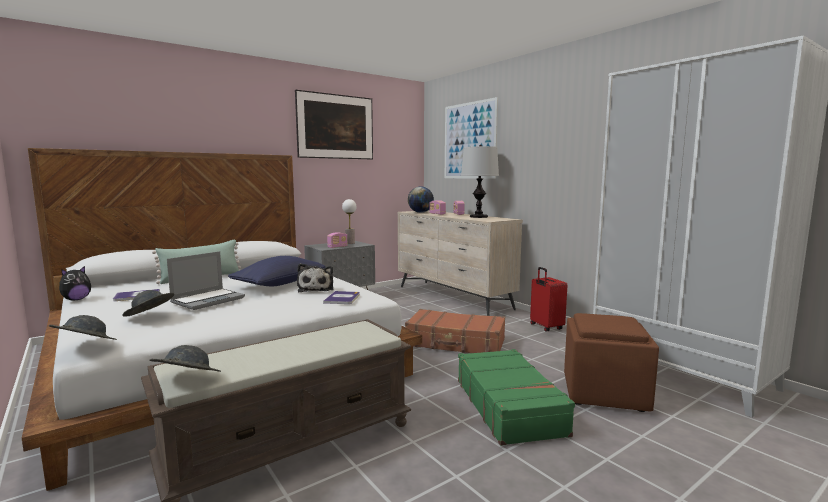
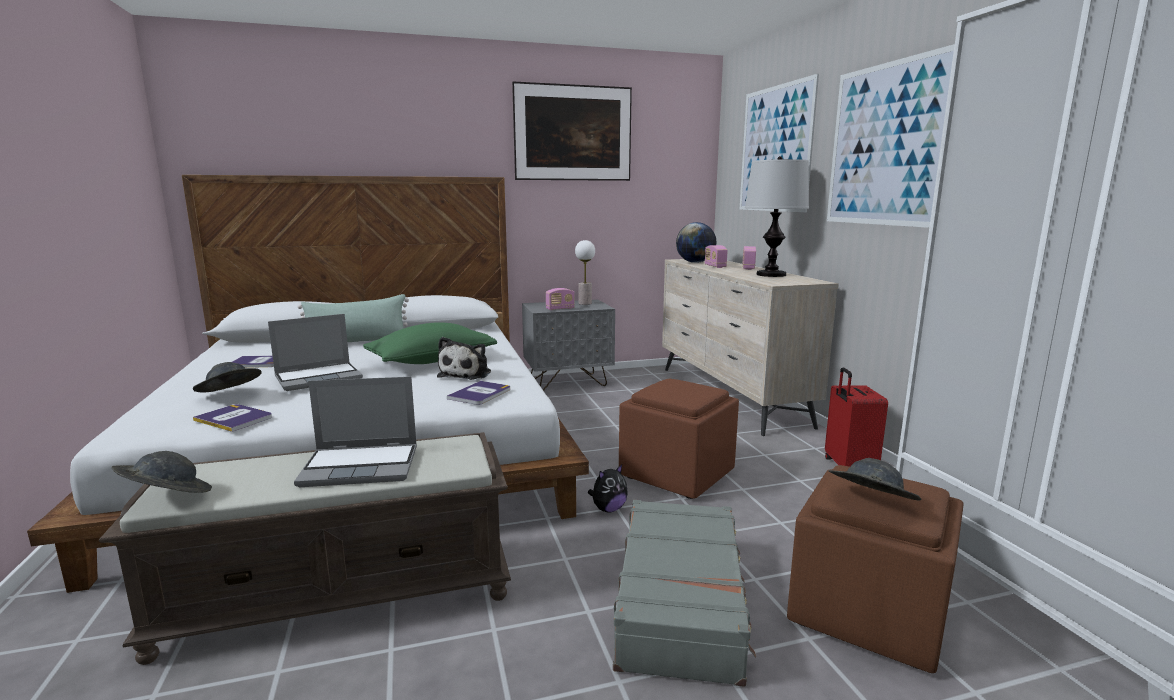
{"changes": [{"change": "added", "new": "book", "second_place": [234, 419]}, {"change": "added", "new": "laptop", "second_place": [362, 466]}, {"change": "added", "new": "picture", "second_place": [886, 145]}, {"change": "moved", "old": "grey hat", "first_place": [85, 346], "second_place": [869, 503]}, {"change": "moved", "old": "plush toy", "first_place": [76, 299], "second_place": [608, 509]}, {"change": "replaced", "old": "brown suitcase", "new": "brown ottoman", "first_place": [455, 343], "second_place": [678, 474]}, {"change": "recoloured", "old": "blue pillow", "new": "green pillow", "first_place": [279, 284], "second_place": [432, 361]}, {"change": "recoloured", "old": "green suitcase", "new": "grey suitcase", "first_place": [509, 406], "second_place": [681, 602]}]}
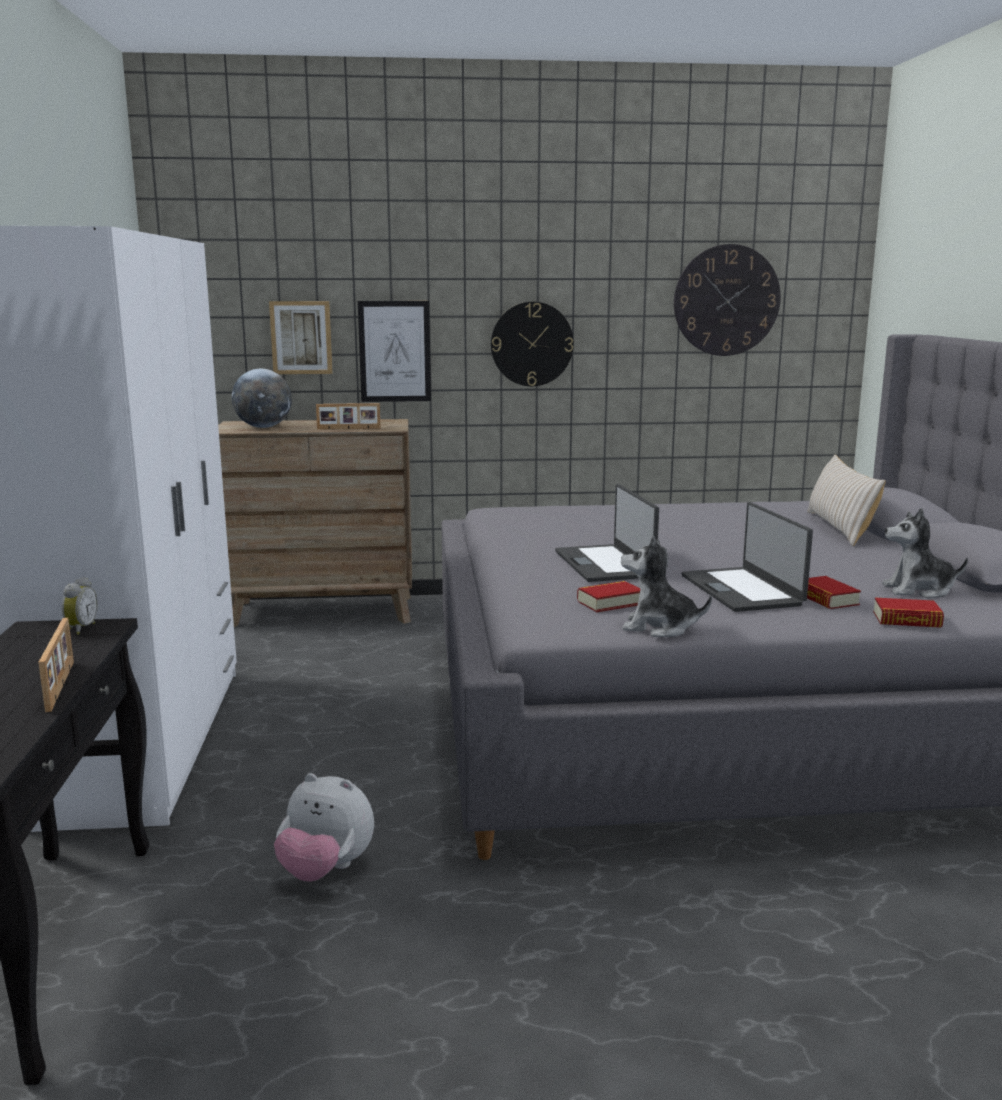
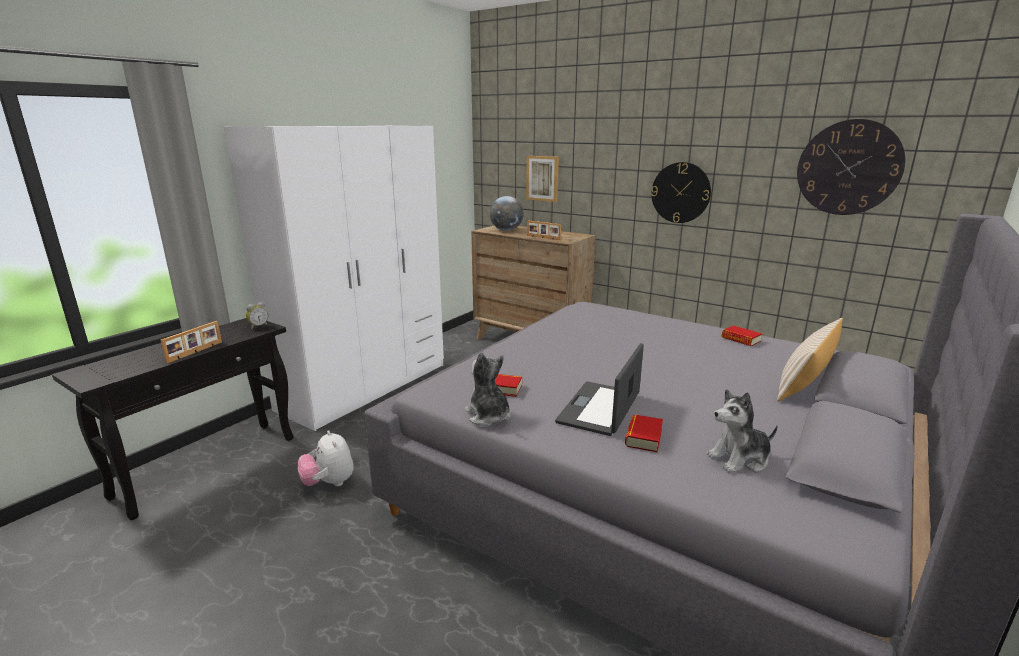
{"changes": [{"change": "removed", "old": "picture", "first_place": [394, 351]}, {"change": "removed", "old": "laptop", "first_place": [605, 564]}, {"change": "moved", "old": "book", "first_place": [906, 620], "second_place": [741, 339]}, {"change": "turned", "old": "plush toy", "first_place": [918, 590], "second_place": [740, 459], "degrees": -60}]}
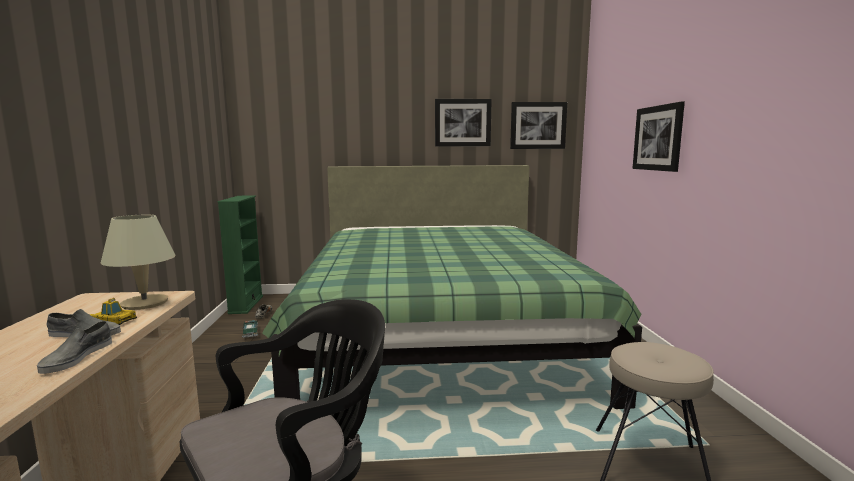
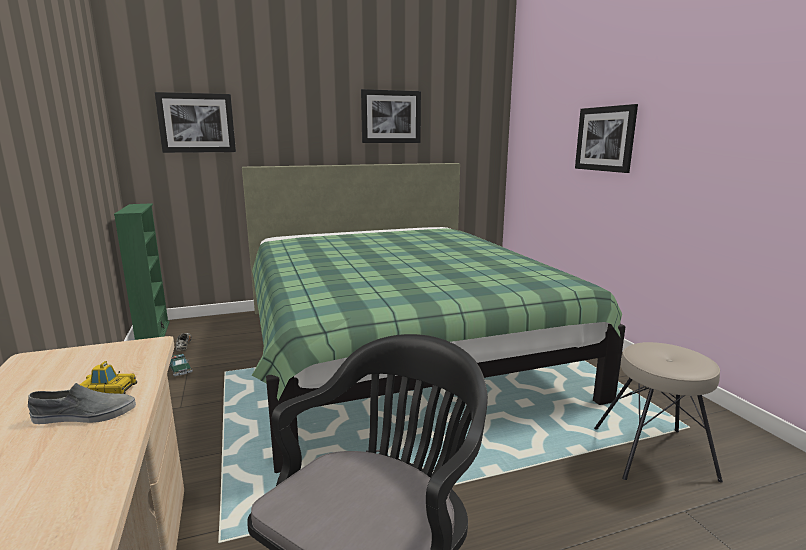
{"changes": [{"change": "removed", "old": "grey shoe", "first_place": [77, 357]}, {"change": "removed", "old": "beige table lamp", "first_place": [144, 303]}, {"change": "moved", "old": "picture", "first_place": [538, 125], "second_place": [196, 123]}]}
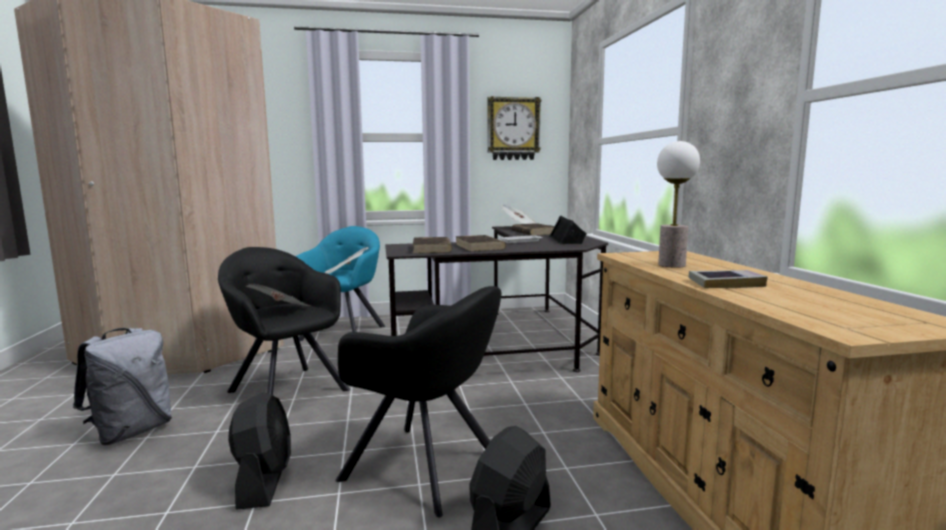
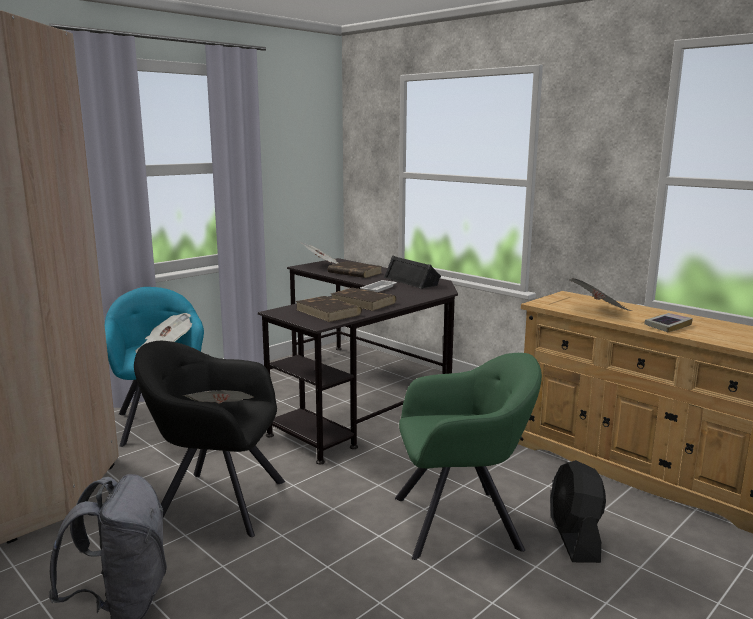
{"changes": [{"change": "removed", "old": "black fan", "first_place": [264, 481]}, {"change": "removed", "old": "wall clock", "first_place": [513, 129]}, {"change": "replaced", "old": "table lamp", "new": "newspaper", "first_place": [672, 265], "second_place": [599, 311]}, {"change": "recoloured", "old": "black armchair", "new": "green armchair", "first_place": [426, 467], "second_place": [462, 522]}]}
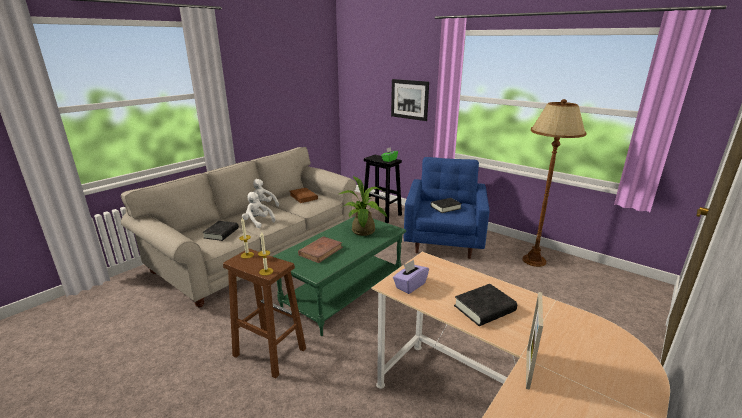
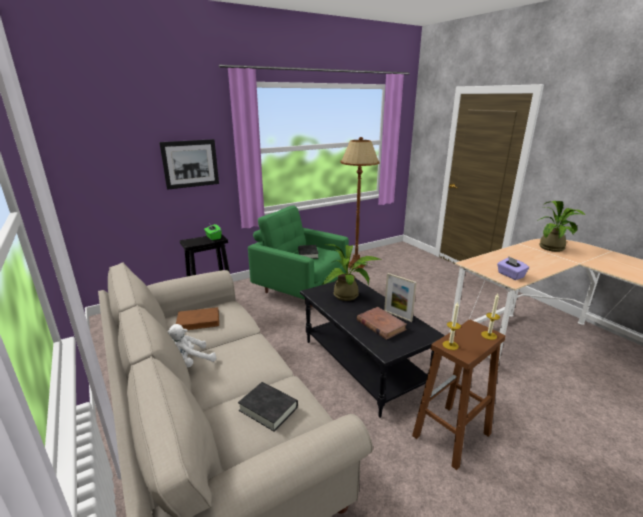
{"changes": [{"change": "removed", "old": "white plush toy", "first_place": [257, 222]}, {"change": "removed", "old": "black book", "first_place": [484, 309]}, {"change": "added", "new": "potted plant", "second_place": [553, 247]}, {"change": "moved", "old": "picture frame", "first_place": [528, 369], "second_place": [397, 316]}, {"change": "recoloured", "old": "green coffee table", "new": "black coffee table", "first_place": [343, 293], "second_place": [361, 365]}, {"change": "recoloured", "old": "blue armchair", "new": "green armchair", "first_place": [444, 241], "second_place": [300, 288]}]}
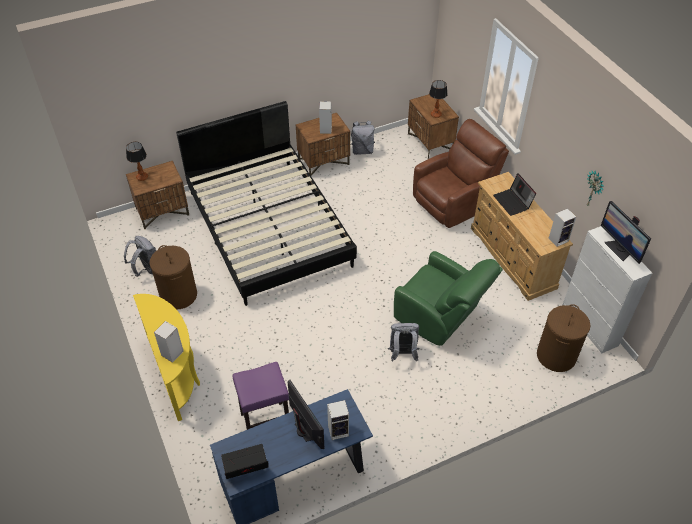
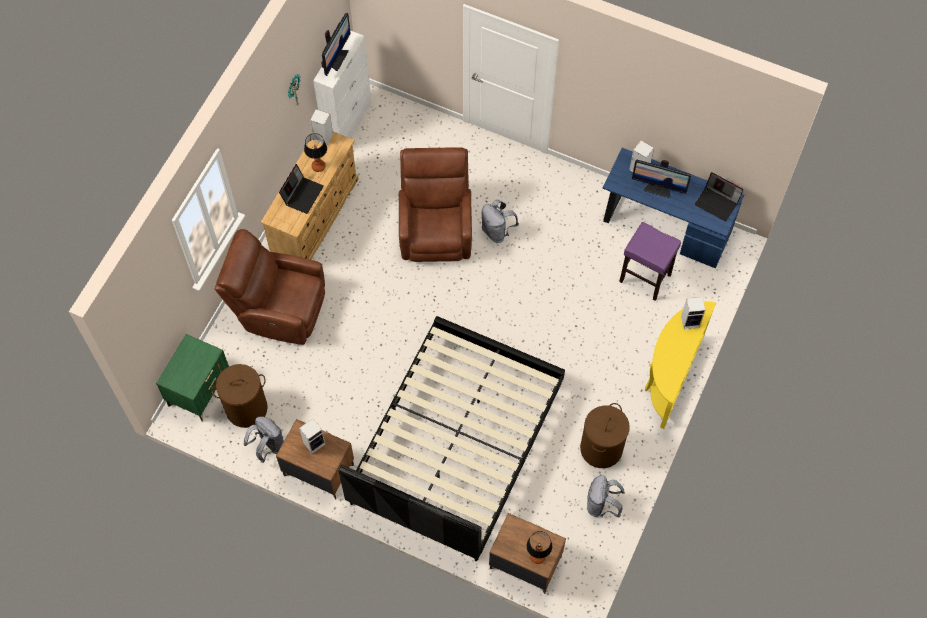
{"changes": [{"change": "moved", "old": "table lamp", "first_place": [435, 115], "second_place": [319, 166]}, {"change": "moved", "old": "brown laundry basket", "first_place": [556, 356], "second_place": [246, 408]}, {"change": "recoloured", "old": "green armchair", "new": "brown armchair", "first_place": [440, 318], "second_place": [436, 229]}, {"change": "recoloured", "old": "brown nightstand", "new": "green nightstand", "first_place": [430, 142], "second_place": [199, 389]}, {"change": "turned", "old": "monitor", "first_place": [305, 430], "second_place": [658, 188], "degrees": -90}]}
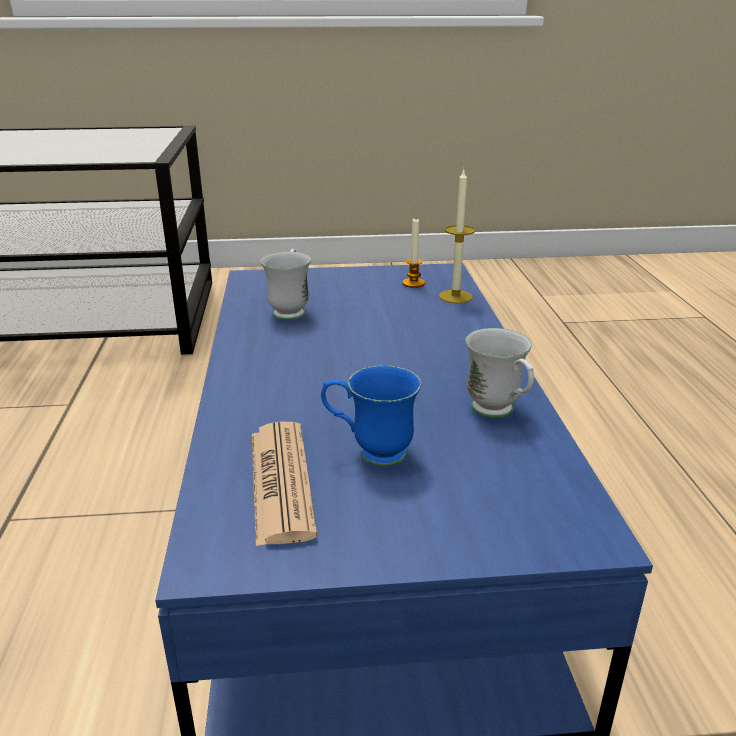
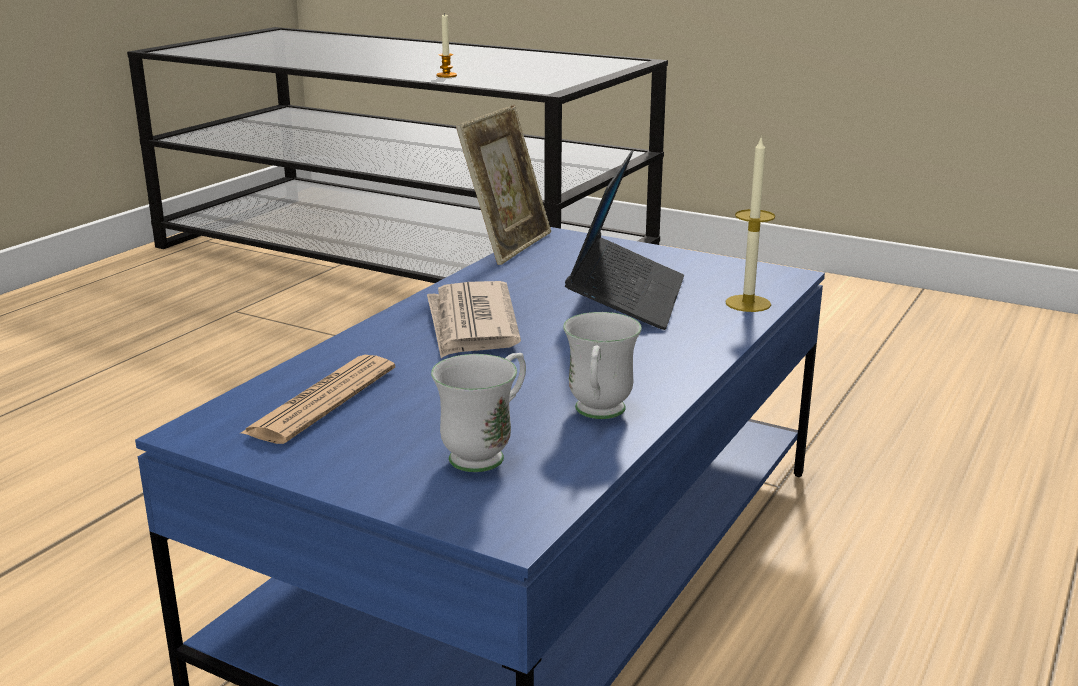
{"changes": [{"change": "removed", "old": "blue mug", "first_place": [370, 452]}, {"change": "added", "new": "newspaper", "second_place": [471, 325]}, {"change": "added", "new": "picture frame", "second_place": [507, 245]}, {"change": "added", "new": "laptop", "second_place": [626, 298]}, {"change": "moved", "old": "white mug", "first_place": [290, 310], "second_place": [487, 453]}, {"change": "moved", "old": "candle", "first_place": [413, 283], "second_place": [446, 75]}]}
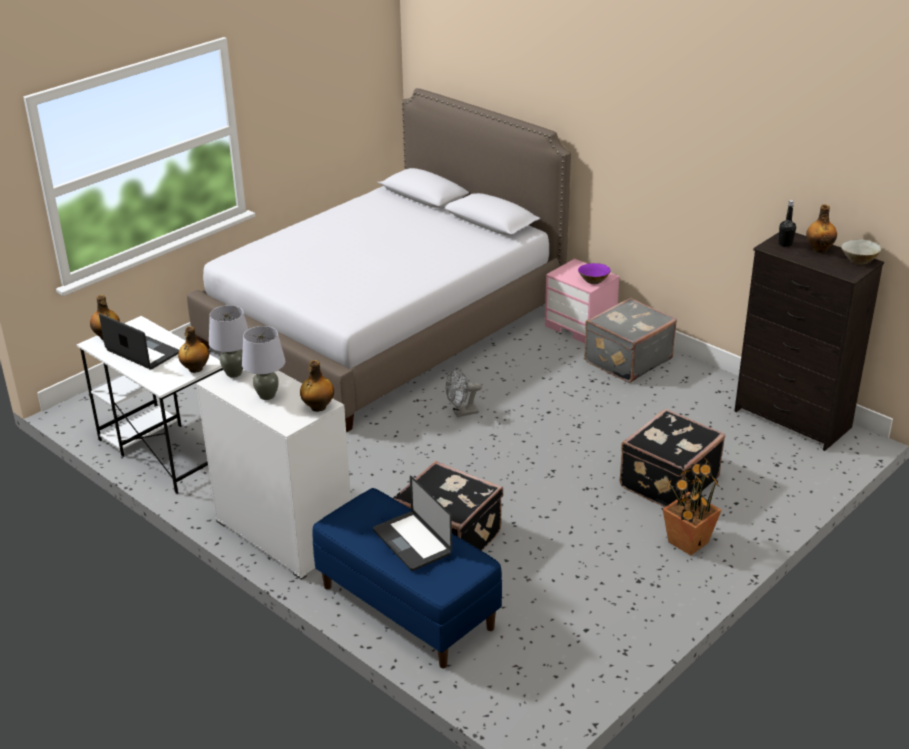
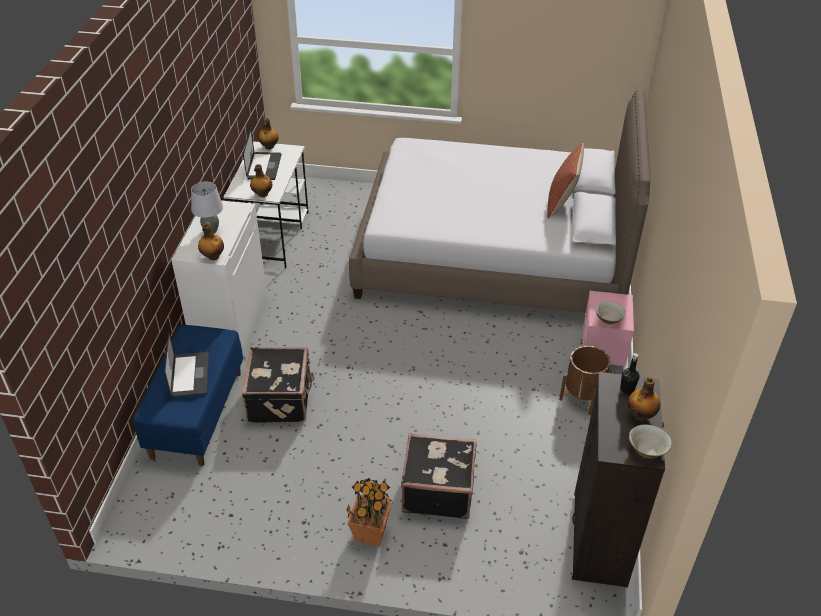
{"changes": [{"change": "removed", "old": "grey table lamp", "first_place": [234, 373]}, {"change": "removed", "old": "grey fan", "first_place": [461, 413]}, {"change": "added", "new": "pillow", "second_place": [561, 203]}, {"change": "replaced", "old": "grey suitcase", "new": "brown planter", "first_place": [626, 360], "second_place": [582, 396]}, {"change": "recoloured", "old": "purple bowl", "new": "beige bowl", "first_place": [593, 280], "second_place": [608, 319]}, {"change": "turned", "old": "laptop", "first_place": [412, 542], "second_place": [190, 375], "degrees": 150}]}
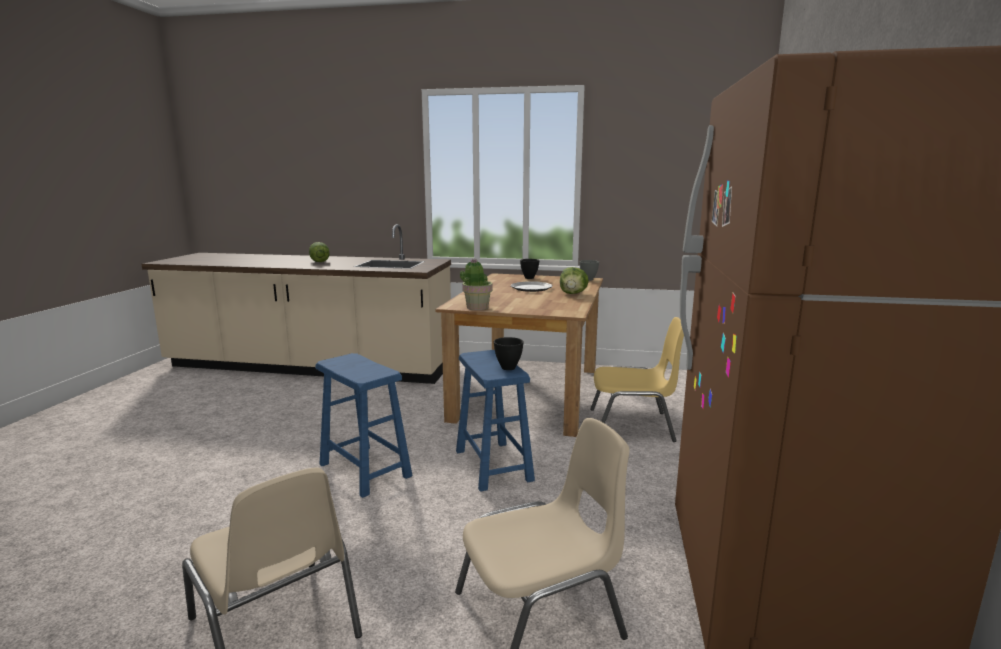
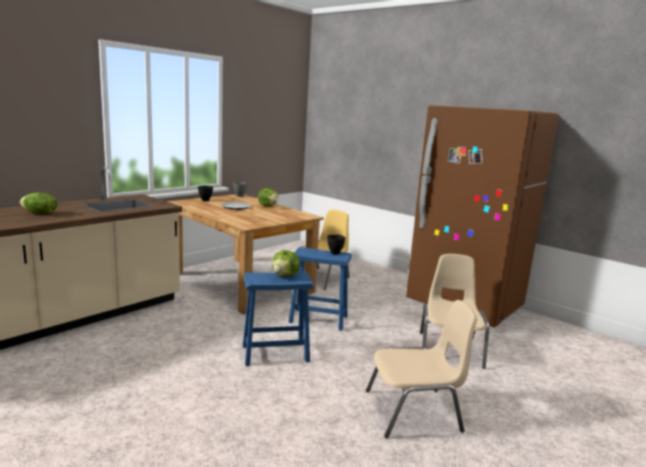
{"changes": [{"change": "removed", "old": "potted plant", "first_place": [477, 307]}, {"change": "added", "new": "lettuce", "second_place": [285, 276]}]}
